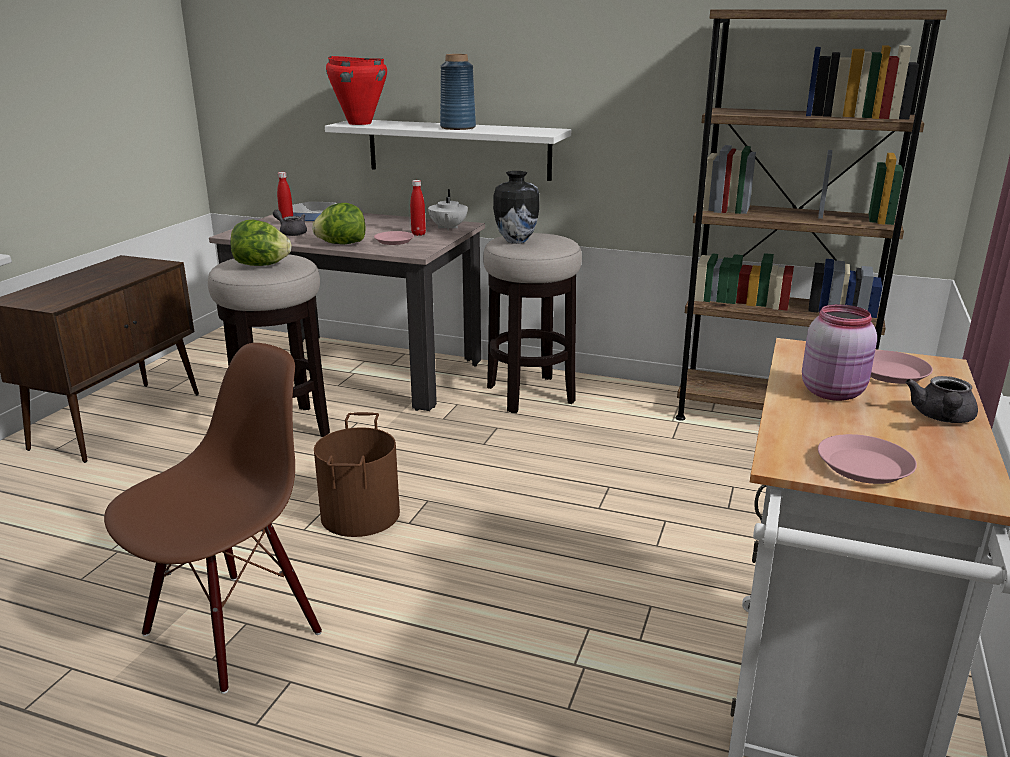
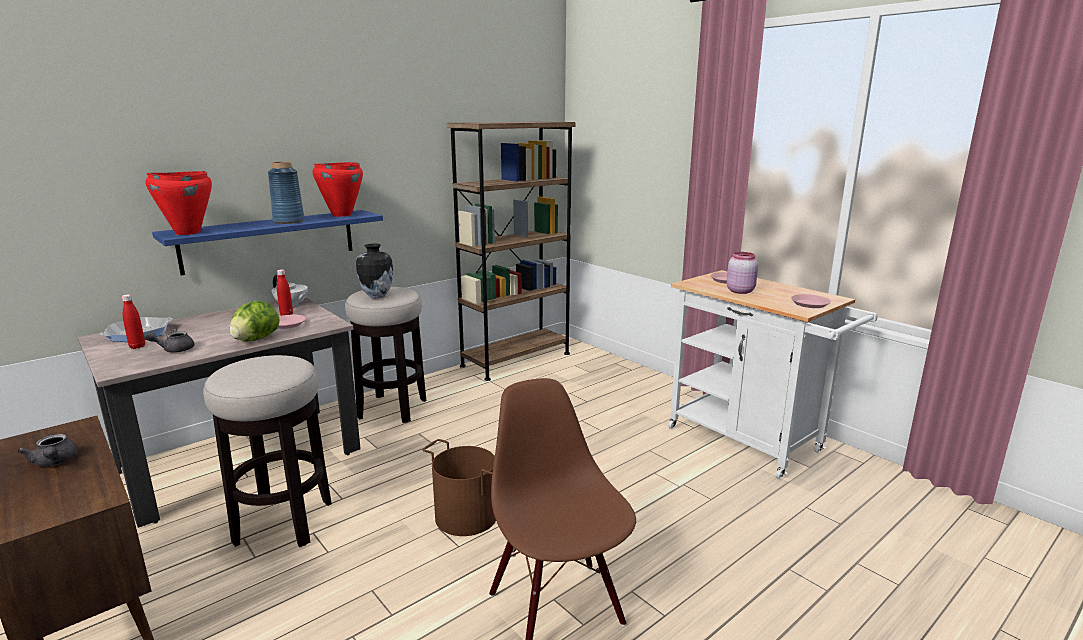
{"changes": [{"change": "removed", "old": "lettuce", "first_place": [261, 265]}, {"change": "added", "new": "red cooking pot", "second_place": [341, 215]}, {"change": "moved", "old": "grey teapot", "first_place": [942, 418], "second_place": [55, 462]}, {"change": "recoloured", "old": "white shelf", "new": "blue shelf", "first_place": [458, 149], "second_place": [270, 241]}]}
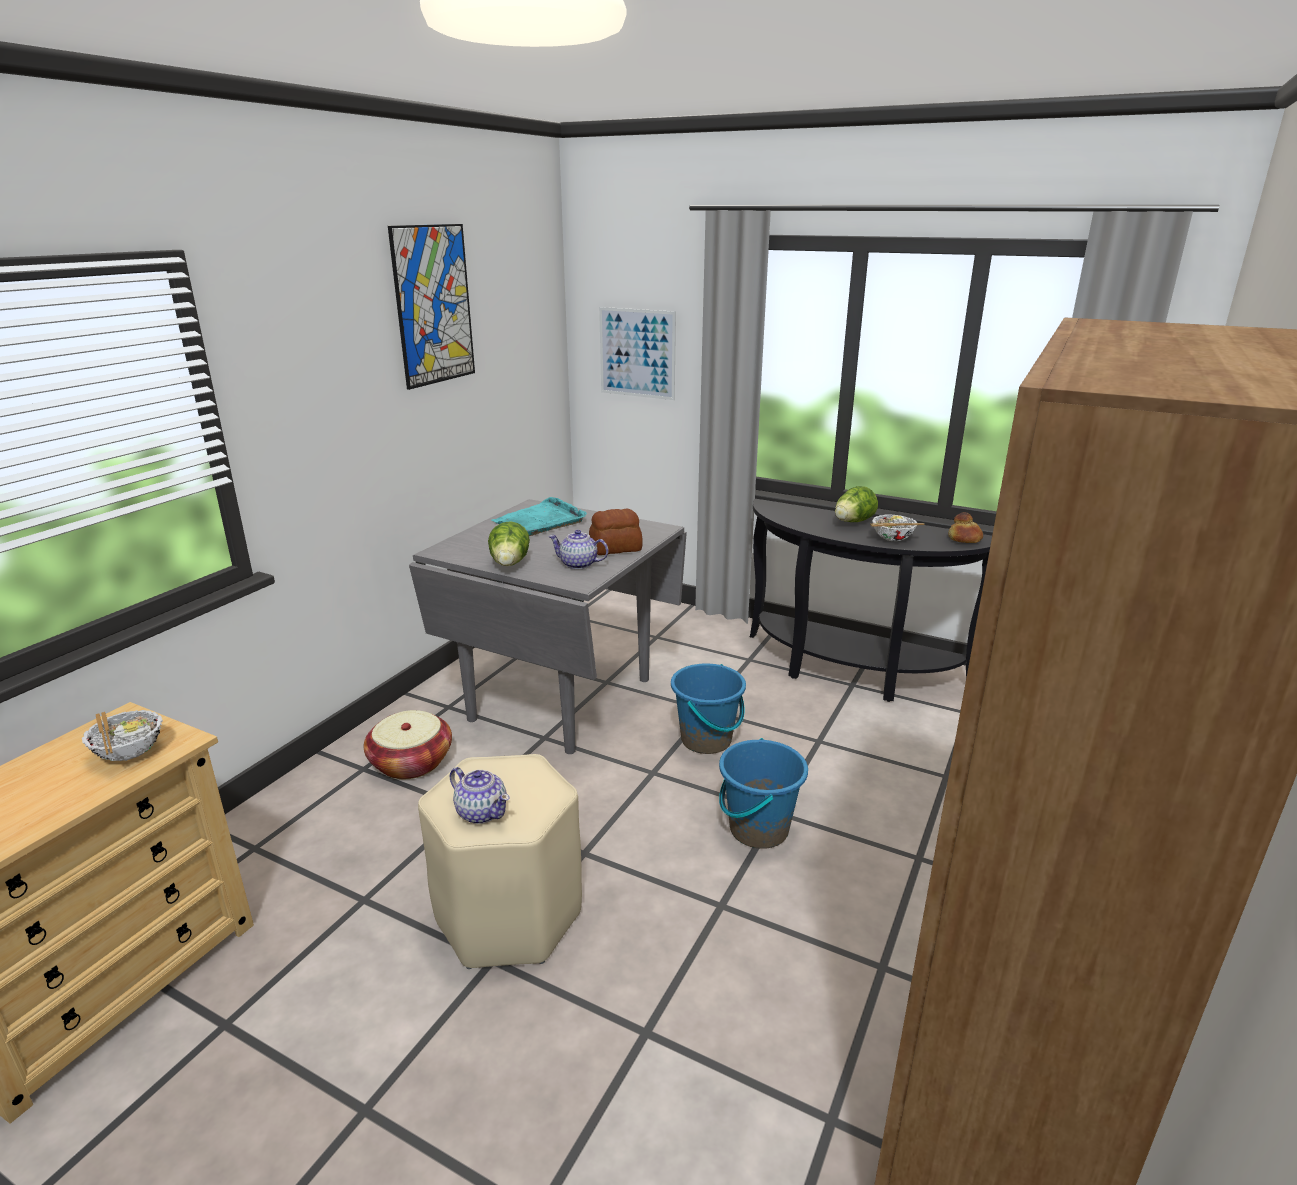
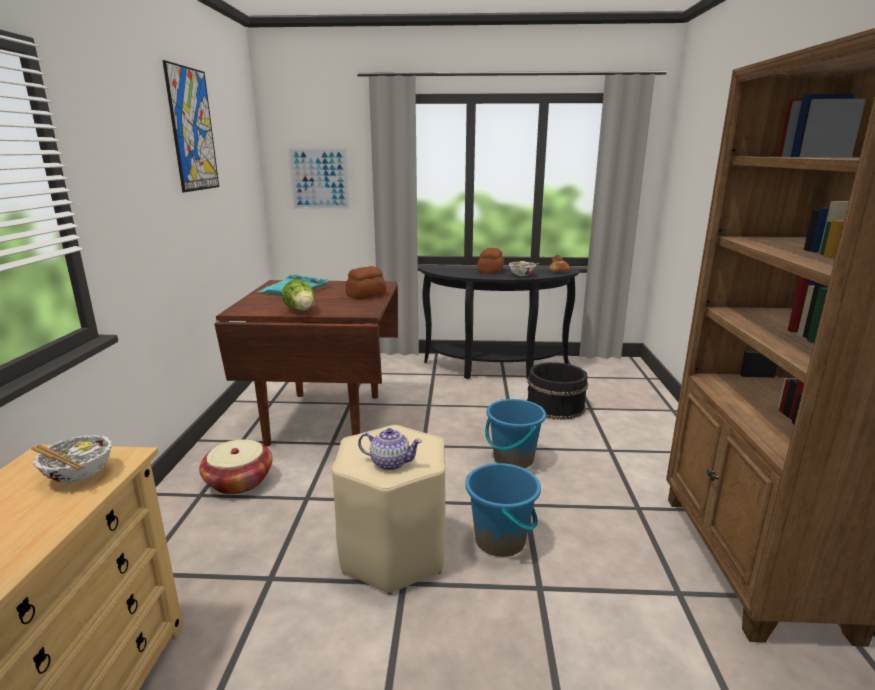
{"changes": [{"change": "removed", "old": "teapot", "first_place": [579, 564]}, {"change": "added", "new": "black bucket", "second_place": [555, 406]}, {"change": "moved", "old": "blue bucket", "first_place": [706, 740], "second_place": [500, 540]}, {"change": "replaced", "old": "lettuce", "new": "bread", "first_place": [852, 522], "second_place": [491, 271]}, {"change": "recoloured", "old": "grey dining table", "new": "brown dining table", "first_place": [563, 699], "second_place": [327, 419]}]}
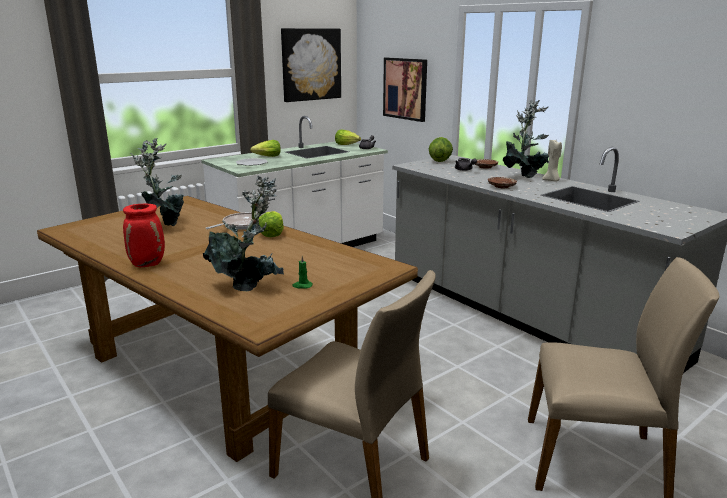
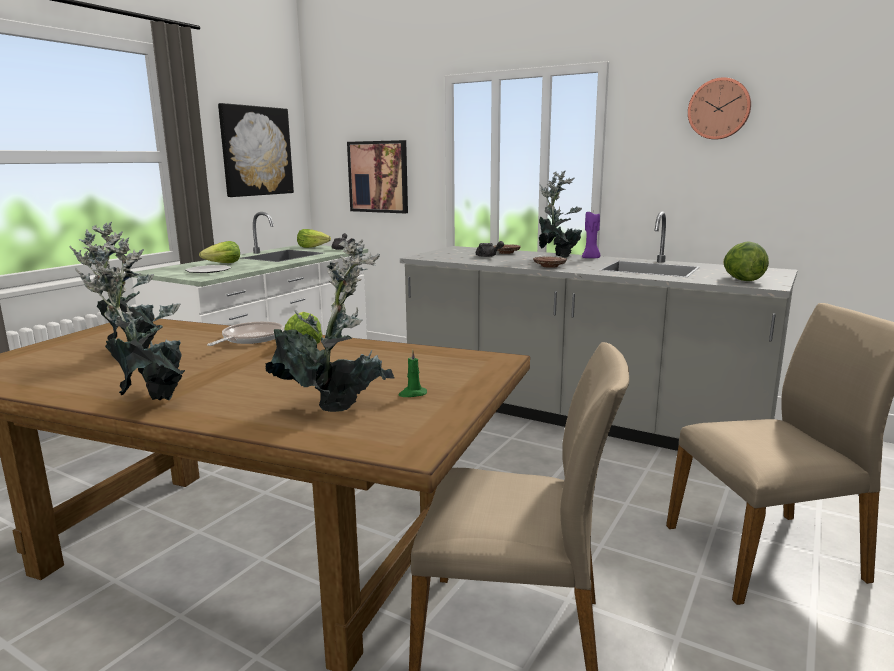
{"changes": [{"change": "added", "new": "wall clock", "second_place": [719, 109]}, {"change": "moved", "old": "lettuce", "first_place": [440, 161], "second_place": [742, 280]}, {"change": "replaced", "old": "red vase", "new": "potted plant", "first_place": [148, 264], "second_place": [150, 399]}, {"change": "recoloured", "old": "beige candle", "new": "purple candle", "first_place": [551, 180], "second_place": [591, 258]}]}
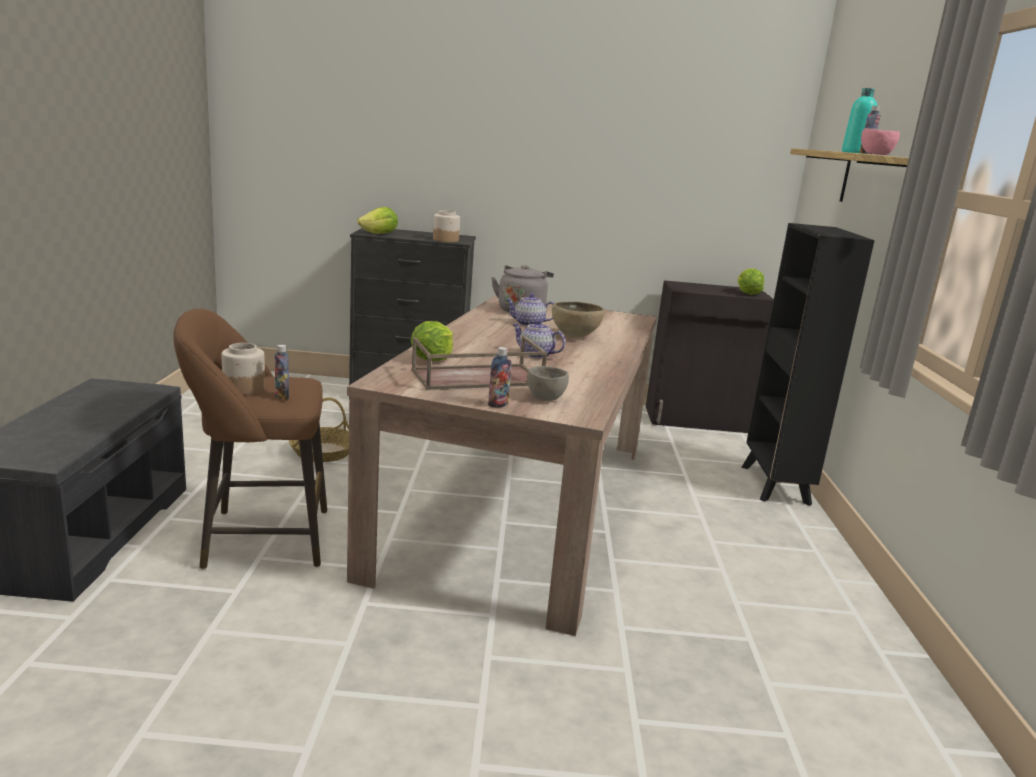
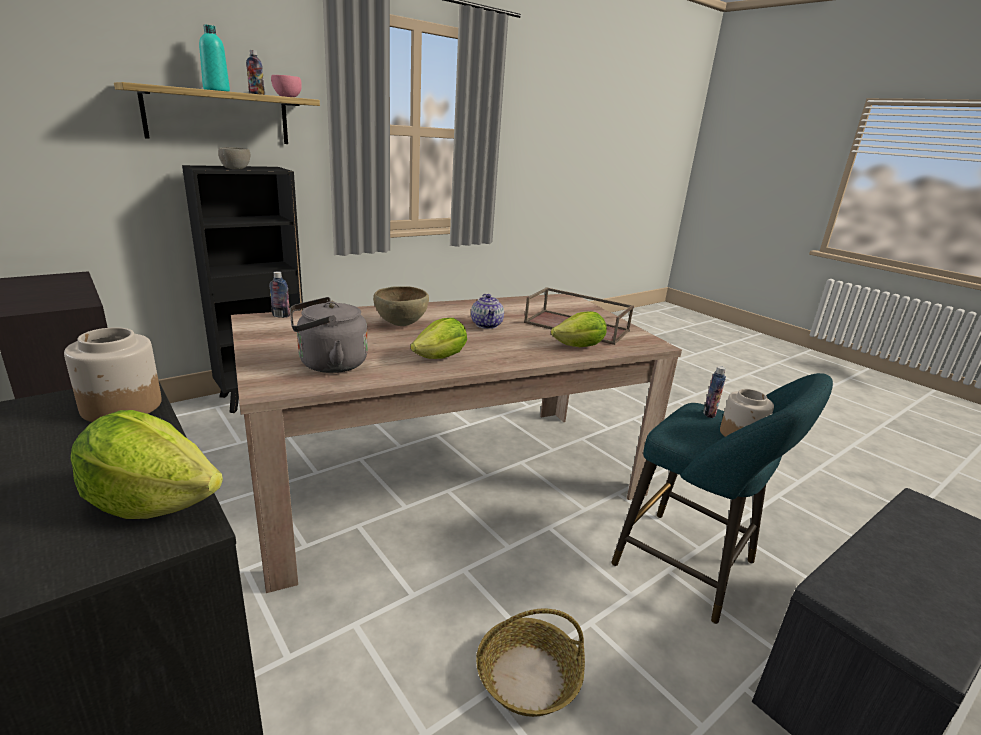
{"changes": [{"change": "removed", "old": "teapot", "first_place": [528, 324]}, {"change": "moved", "old": "bottle", "first_place": [498, 404], "second_place": [281, 315]}, {"change": "moved", "old": "grey bowl", "first_place": [547, 398], "second_place": [235, 168]}, {"change": "moved", "old": "lettuce", "first_place": [747, 294], "second_place": [441, 358]}, {"change": "recoloured", "old": "brown stool", "new": "turquoise stool", "first_place": [258, 538], "second_place": [692, 568]}]}
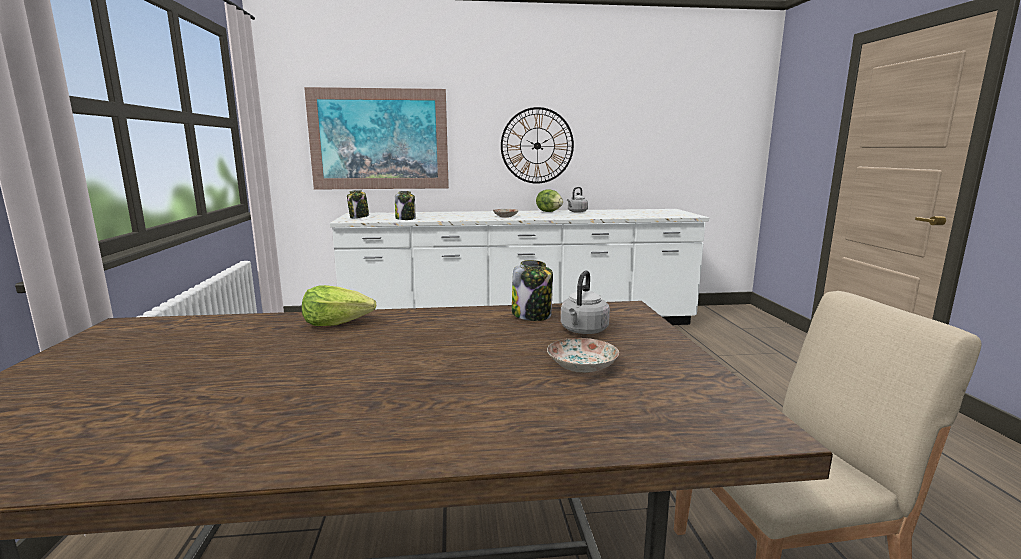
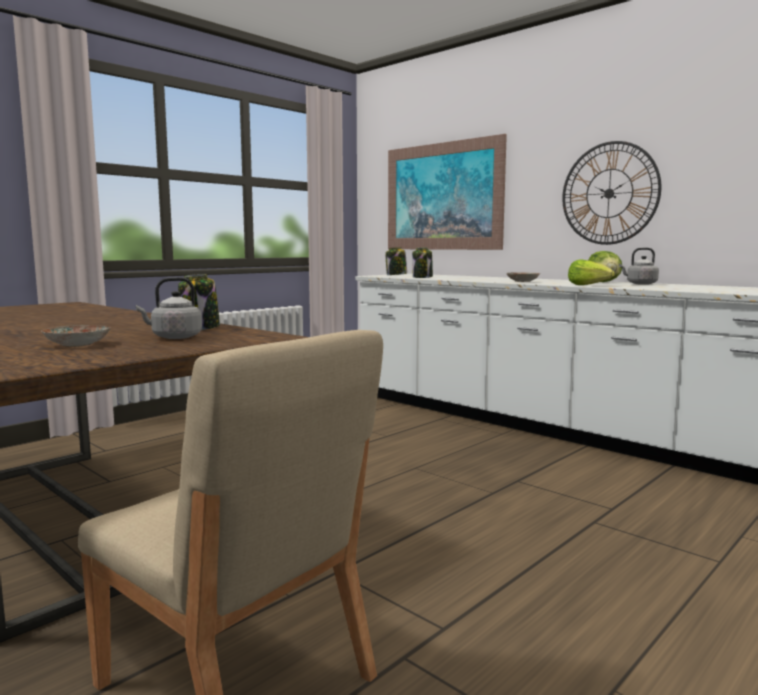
{"changes": [{"change": "moved", "old": "lettuce", "first_place": [338, 323], "second_place": [589, 285]}]}
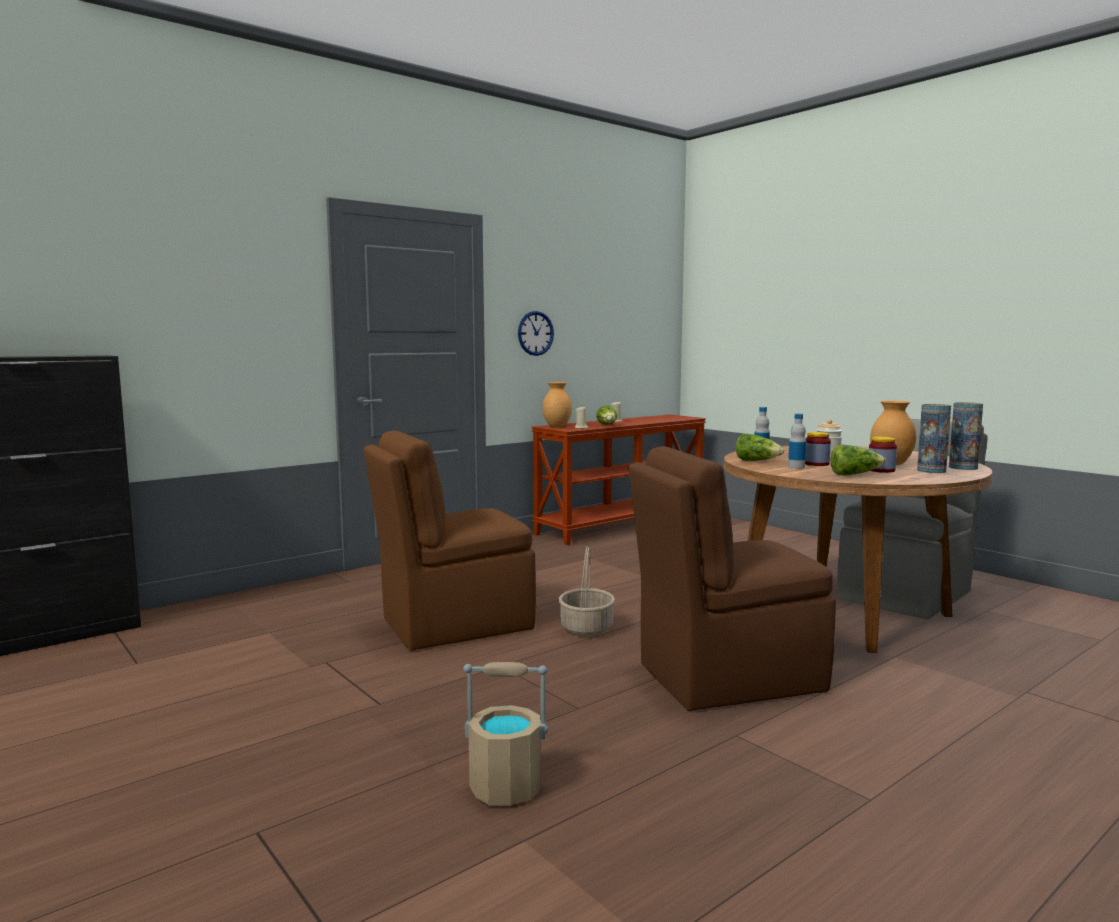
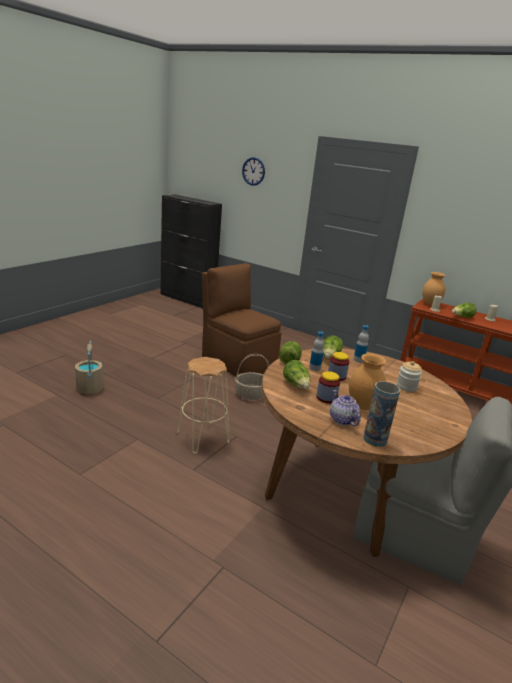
{"changes": [{"change": "added", "new": "lettuce", "second_place": [289, 360]}, {"change": "moved", "old": "wall clock", "first_place": [535, 333], "second_place": [253, 171]}, {"change": "replaced", "old": "brown chair", "new": "beige stool", "first_place": [725, 677], "second_place": [203, 437]}, {"change": "replaced", "old": "vase", "new": "teapot", "first_place": [931, 471], "second_place": [342, 420]}]}
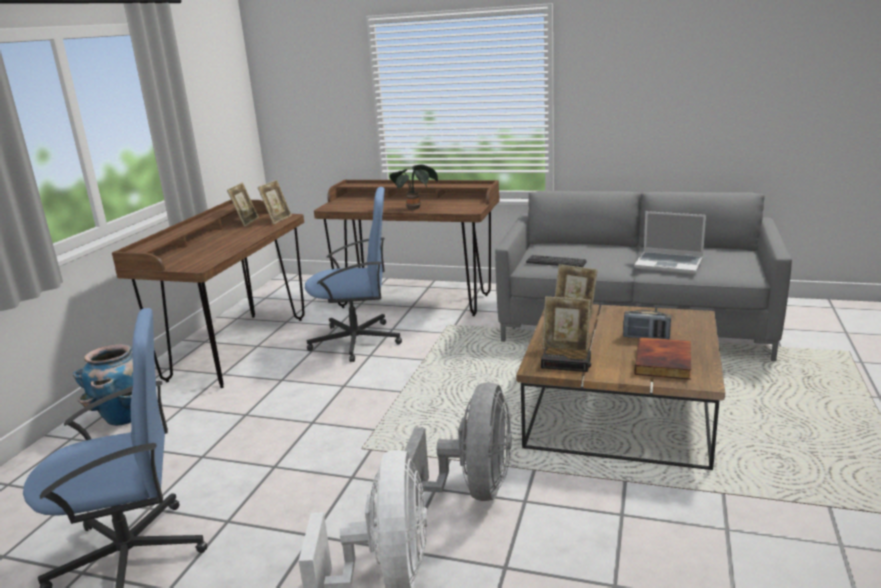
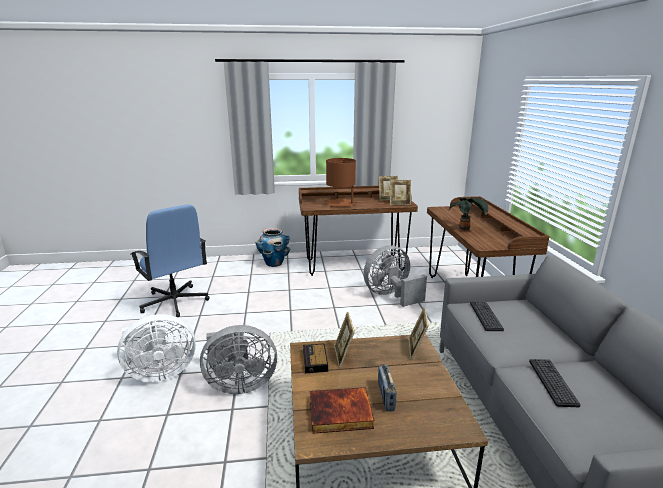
{"changes": [{"change": "added", "new": "brown table lamp", "second_place": [340, 204]}, {"change": "replaced", "old": "blue office chair", "new": "grey fan", "first_place": [357, 341], "second_place": [391, 295]}, {"change": "replaced", "old": "laptop", "new": "keyboard", "first_place": [669, 264], "second_place": [552, 382]}]}
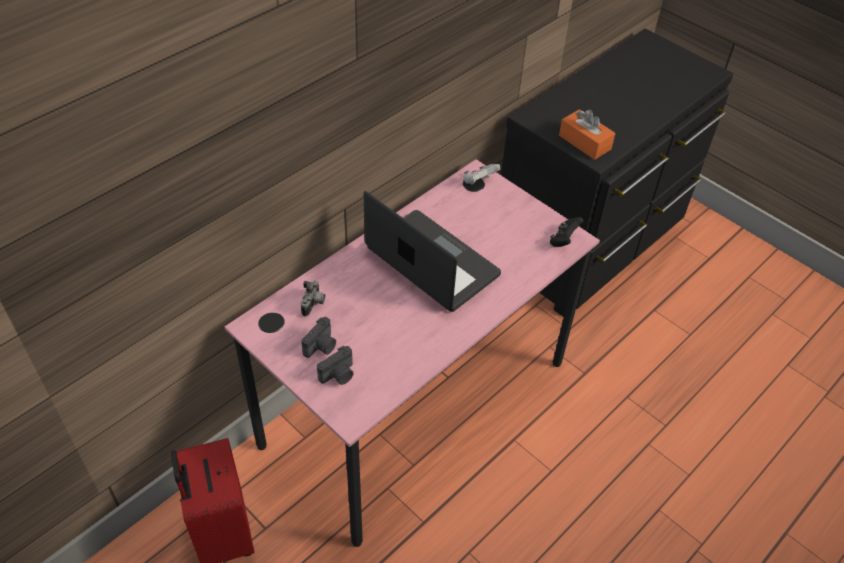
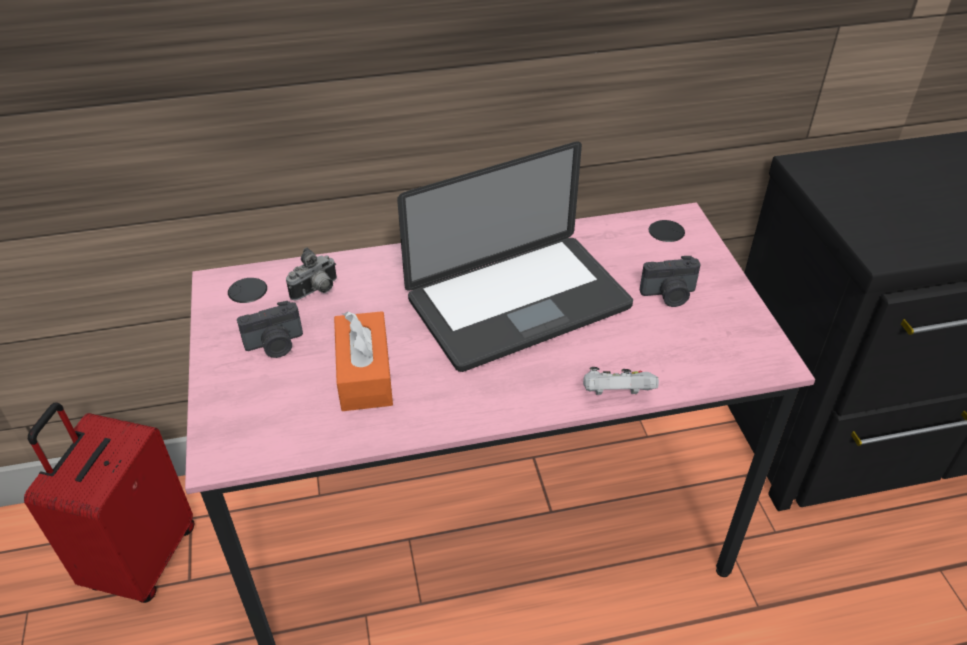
{"changes": [{"change": "removed", "old": "black game controller", "first_place": [563, 240]}, {"change": "moved", "old": "photo camera", "first_place": [338, 375], "second_place": [669, 295]}, {"change": "moved", "old": "white game controller", "first_place": [479, 181], "second_place": [616, 395]}, {"change": "moved", "old": "orange tissue box", "first_place": [584, 142], "second_place": [365, 374]}, {"change": "turned", "old": "laptop", "first_place": [432, 262], "second_place": [518, 303], "degrees": 75}]}
